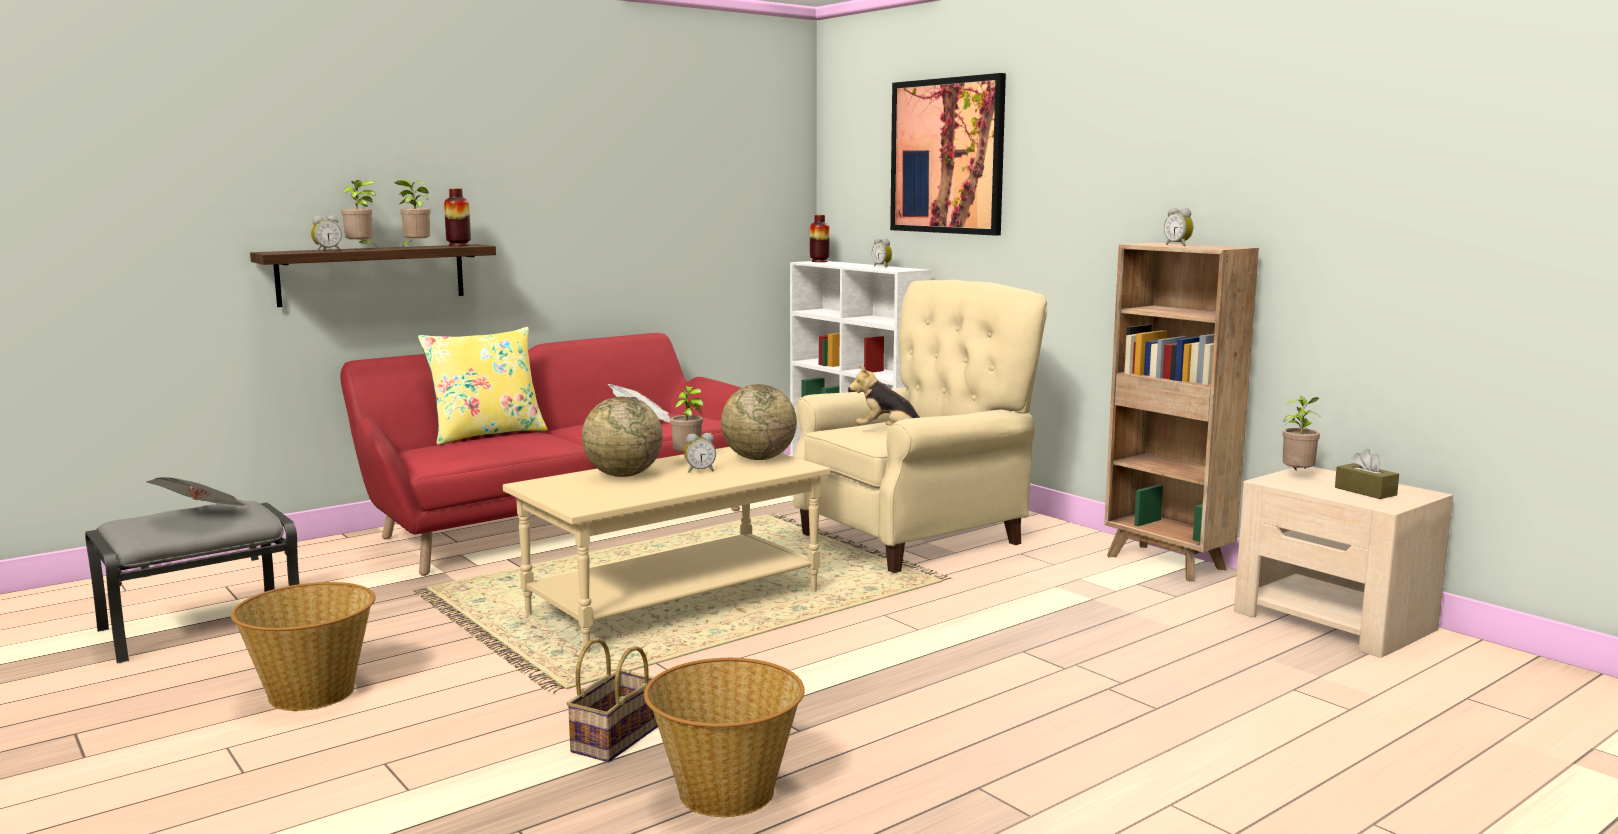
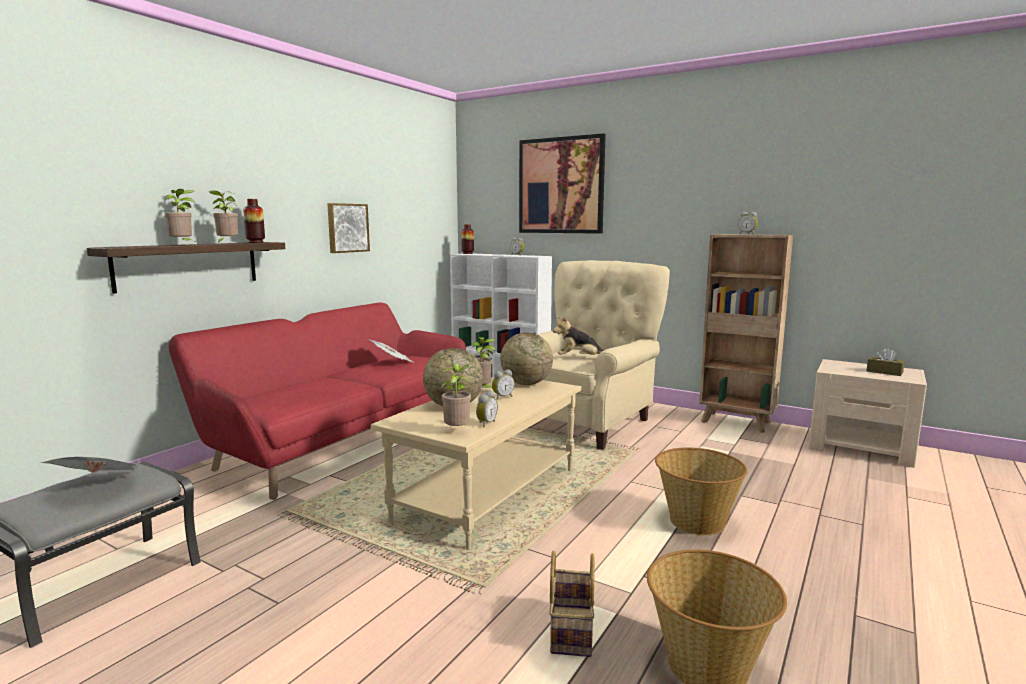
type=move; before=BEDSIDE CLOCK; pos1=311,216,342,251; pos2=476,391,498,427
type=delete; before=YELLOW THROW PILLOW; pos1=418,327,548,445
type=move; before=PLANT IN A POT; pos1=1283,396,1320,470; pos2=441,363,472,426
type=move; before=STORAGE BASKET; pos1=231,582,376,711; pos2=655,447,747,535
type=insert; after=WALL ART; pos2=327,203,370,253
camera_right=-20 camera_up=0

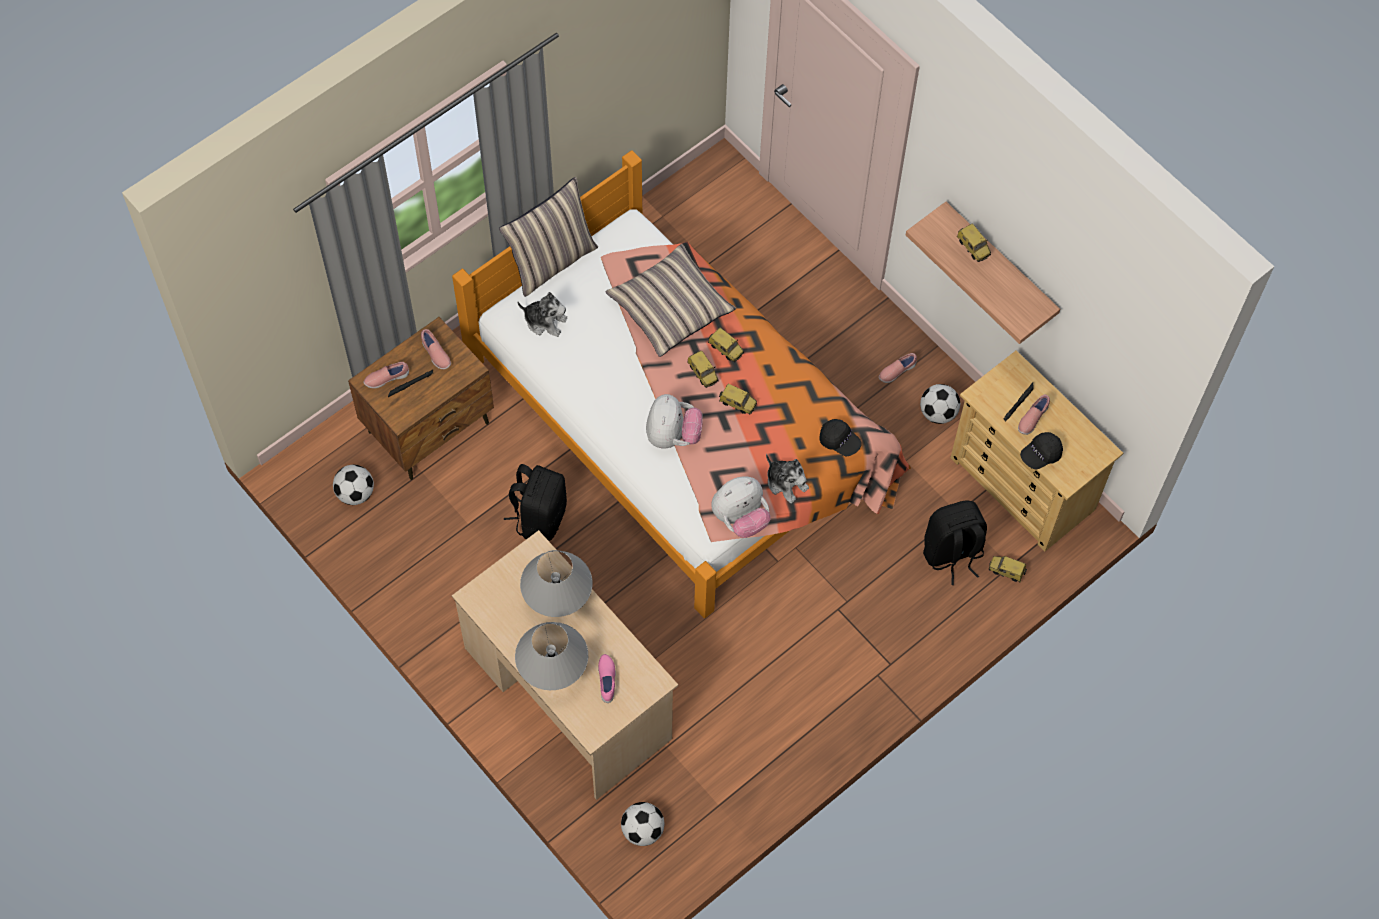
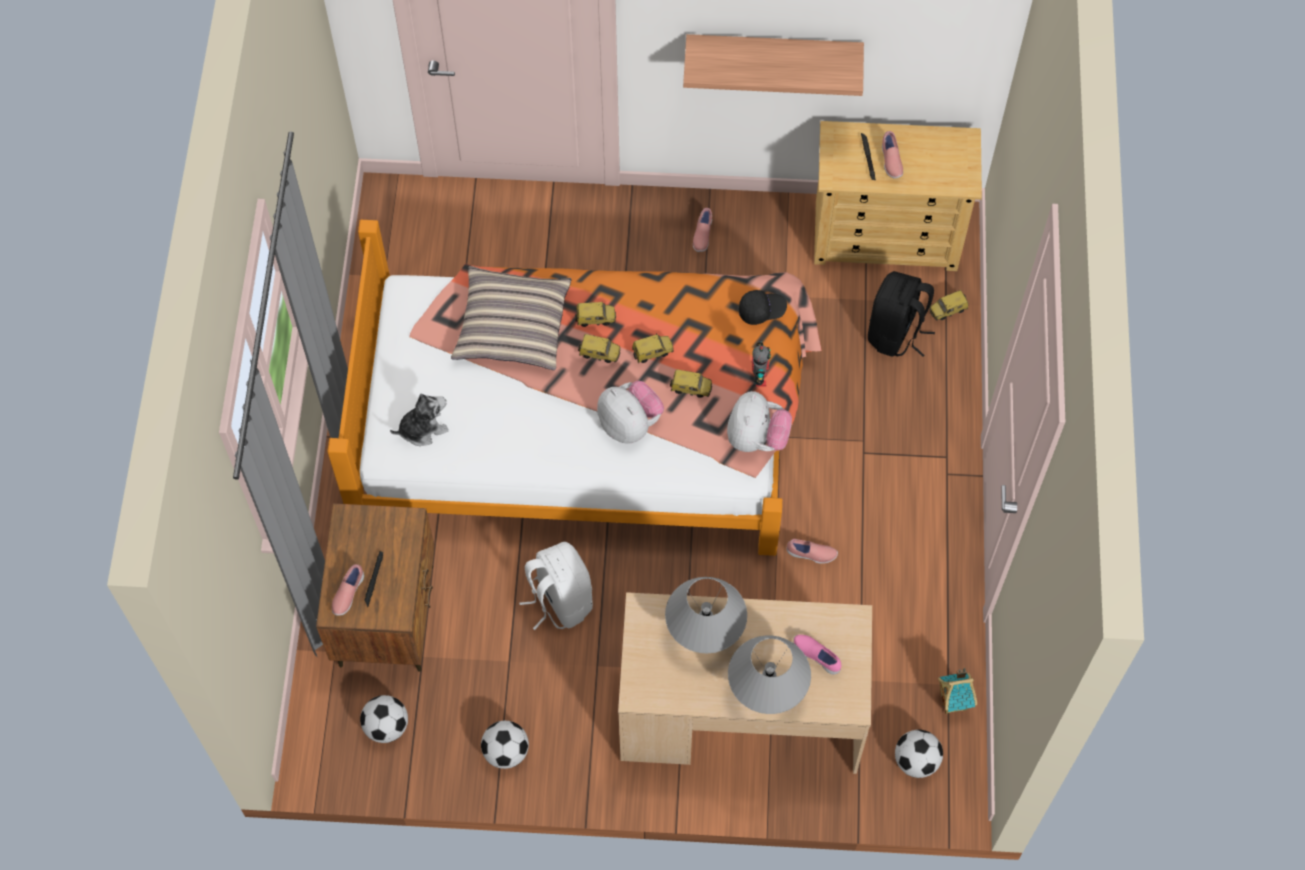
type=delete; before=THROW PILLOW; pos1=499,177,598,297
type=move; before=MODEL CAR; pos1=957,224,991,262; pos2=670,369,712,398
type=move; before=PINKISH SHOE; pos1=421,329,451,369; pos2=787,539,838,564
type=move; before=FOOTBALL; pos1=920,384,960,424; pos2=481,721,529,769
type=delete; before=BLACK BASEBALL CAP; pos1=1020,432,1063,470
type=replace; before=SOFT TOY; after=MODEL ROBOT; pos1=766,454,809,504; pos2=752,340,771,386
type=recolor; before=BLACK BACKPACK; after=WHITE-COLOURED BACKPACK; pos1=504,464,567,541; pos2=520,542,593,630
type=insert; after=MODEL HOUSE; pos2=938,668,977,714
camera_right=-45 camera_up=0

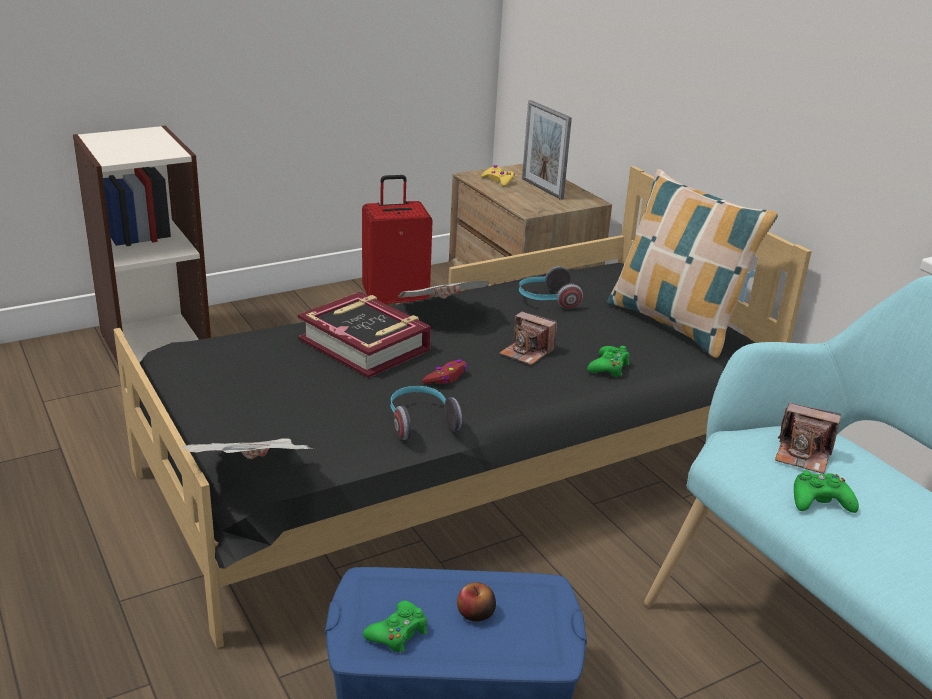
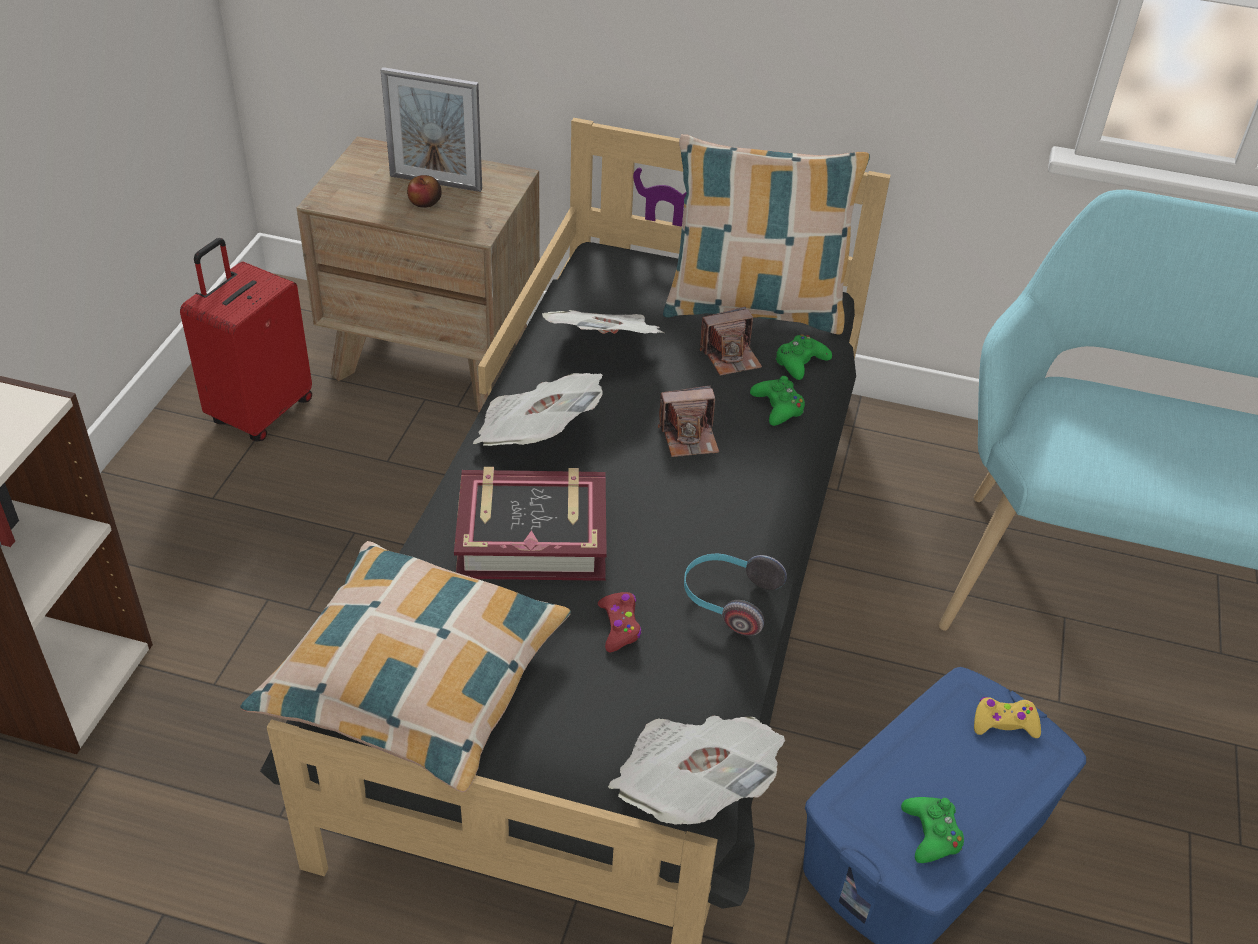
type=move; before=YELLOW GAME CONTROLLER; pos1=481,165,515,187; pos2=974,697,1041,738
type=replace; before=HEADPHONES; after=PRINTED PAPER; pos1=519,267,583,309; pos2=542,310,664,334
type=move; before=REDDISH GAME CONTROLLER; pos1=422,359,467,384; pos2=598,592,641,652
type=move; before=PHOTO CAMERA; pos1=775,403,841,474; pos2=700,307,762,376
type=move; before=GREEN GAME CONTROLLER; pos1=794,471,859,513; pos2=776,334,832,380
type=move; before=APPLE FRUIT; pos1=457,582,496,622; pos2=407,175,442,208
type=insert; after=THROW PILLOW; pos2=240,541,571,792
camera_right=-45 camera_up=15

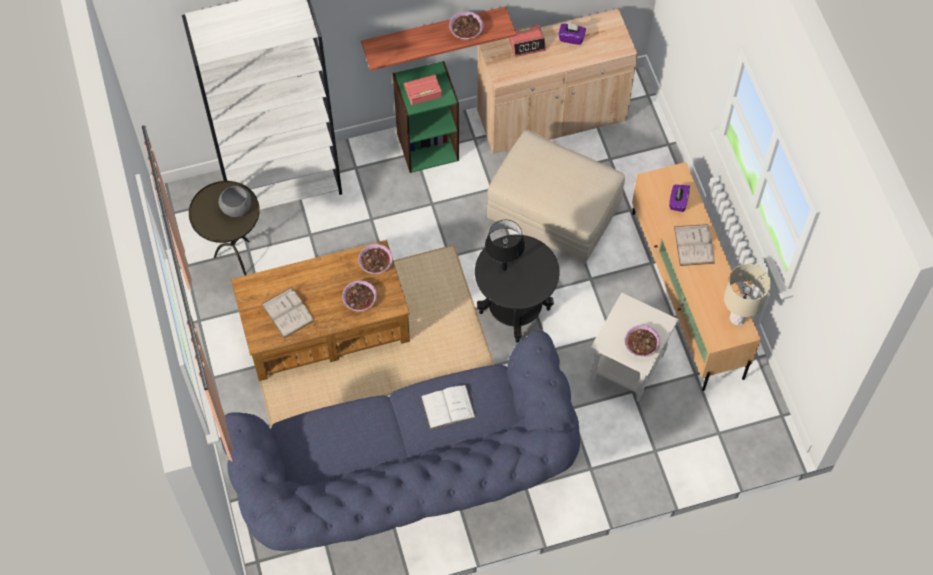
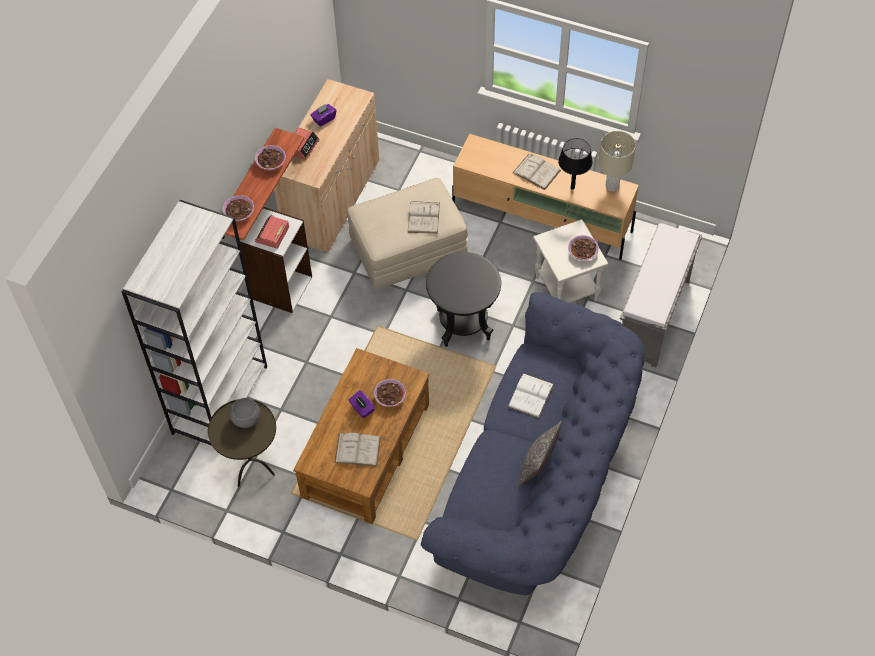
type=recolor; before=GREEN BOOKSHELF; after=WHITE-COLOURED BOOKSHELF; pos1=393,61,459,173; pos2=240,207,312,313
type=move; before=PURPLE-COLOURED TISSUE BOX; pos1=669,185,690,212; pos2=349,390,375,418
type=move; before=BLACK TABLE LAMP; pos1=485,220,525,271; pos2=558,138,593,190
type=move; before=SERVING BOWL; pos1=358,244,393,274; pos2=222,195,254,221
type=insert; after=WHITE-COLOURED BOOK; pos2=408,201,440,234
type=insert; after=GREYISH BENCH; pos2=620,223,702,367
type=insert; after=THROW PILLOW; pos2=518,421,562,487
camera_right=-50 camera_up=-5

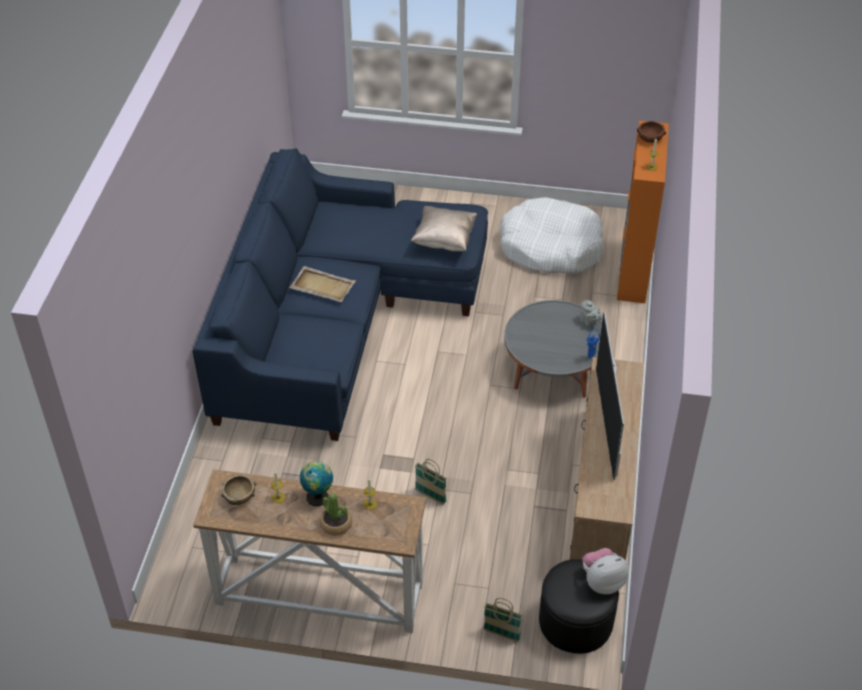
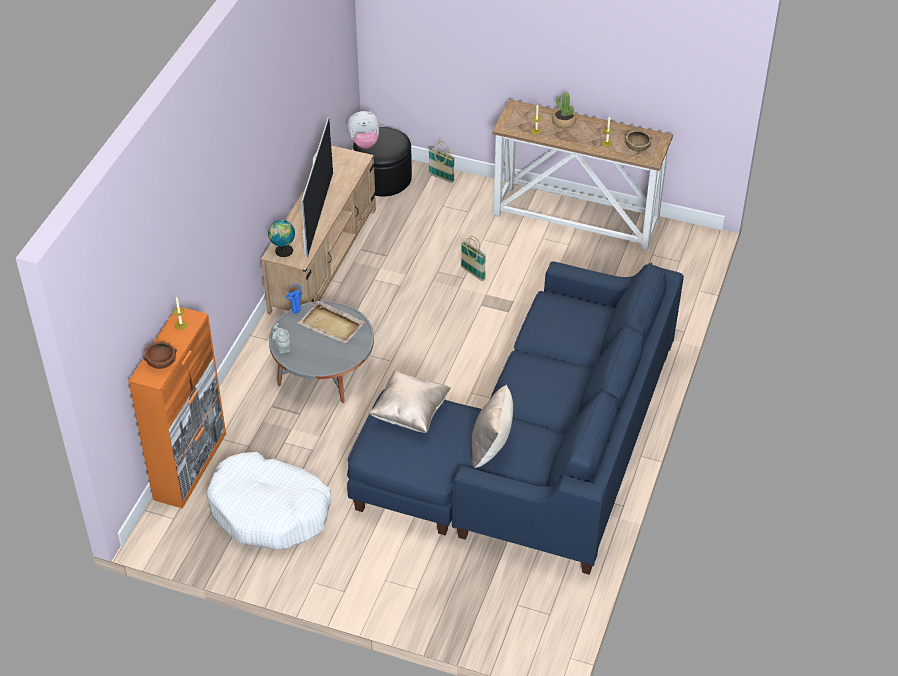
type=move; before=BEIGE-COLOURED TRAY; pos1=289,266,356,302; pos2=298,301,365,344
type=move; before=GLOBE; pos1=300,461,333,506; pos2=268,220,295,257
type=insert; after=BEIGE-COLOURED THROW PILLOW; pos2=472,384,513,468
camera_right=-170 camera_up=0

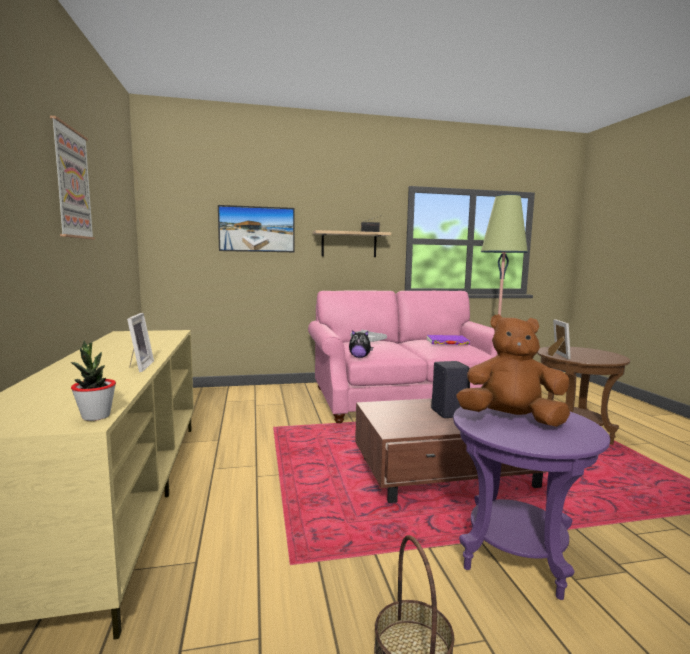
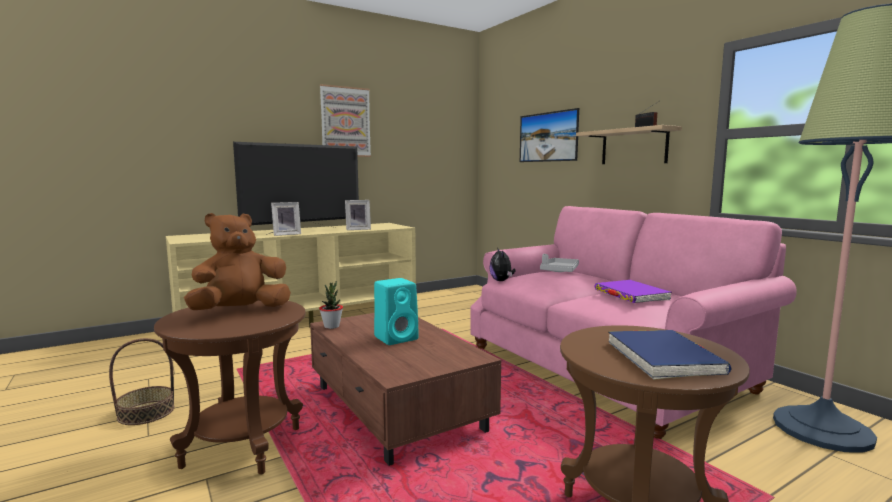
type=rotate; before=BROWN-COLOURED SOFT TOY; pos1=456,314,570,427; pos2=184,213,291,310; turn=-120
type=move; before=PICTURE FRAME; pos1=548,319,571,359; pos2=345,200,371,230
type=move; before=PLANT IN A POT; pos1=71,341,116,421; pos2=319,281,343,329
type=recolor; before=BLACK SPEAKER; after=BLUE-GREEN SPEAKER; pos1=431,361,470,418; pos2=374,278,419,345
type=recolor; before=PURPLE-COLOURED SIDE TABLE; after=BROWN-COLOURED SIDE TABLE; pos1=453,407,610,600; pos2=154,300,306,475
type=insert; after=TELEVISION; pos2=233,142,359,235
type=insert; after=BLUE BOOK; pos2=608,330,731,380
camera_right=70 camera_up=0

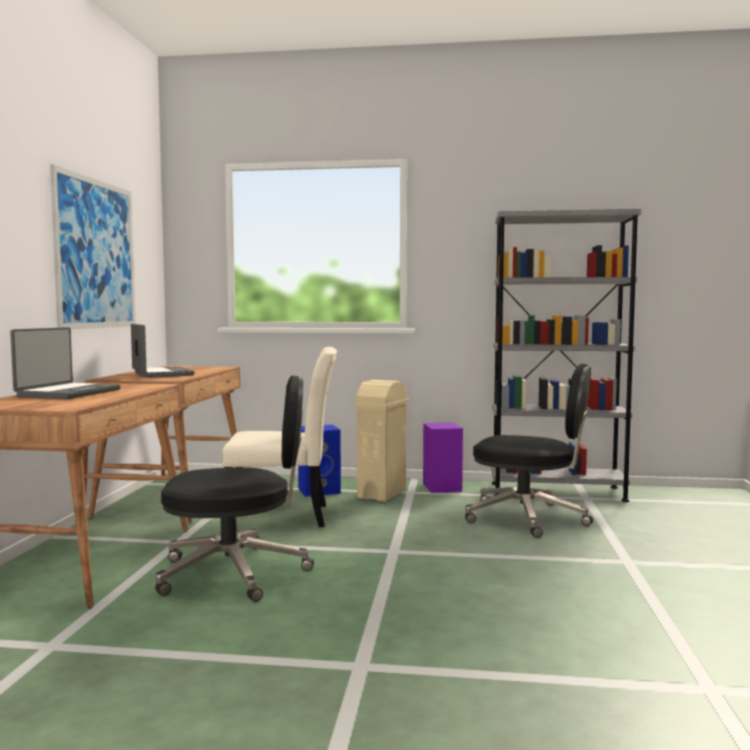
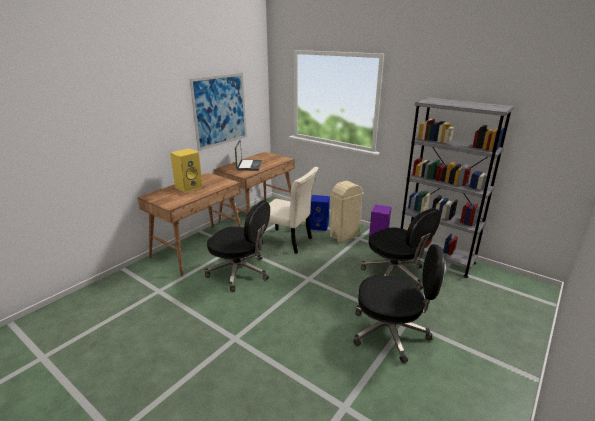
type=replace; before=NOTEBOOK COMPUTER; after=YELLOW SPEAKER; pos1=10,327,121,399; pos2=170,148,203,193
type=insert; after=BLACK DESK CHAIR; pos2=353,244,445,363
camera_right=30 camera_up=20

